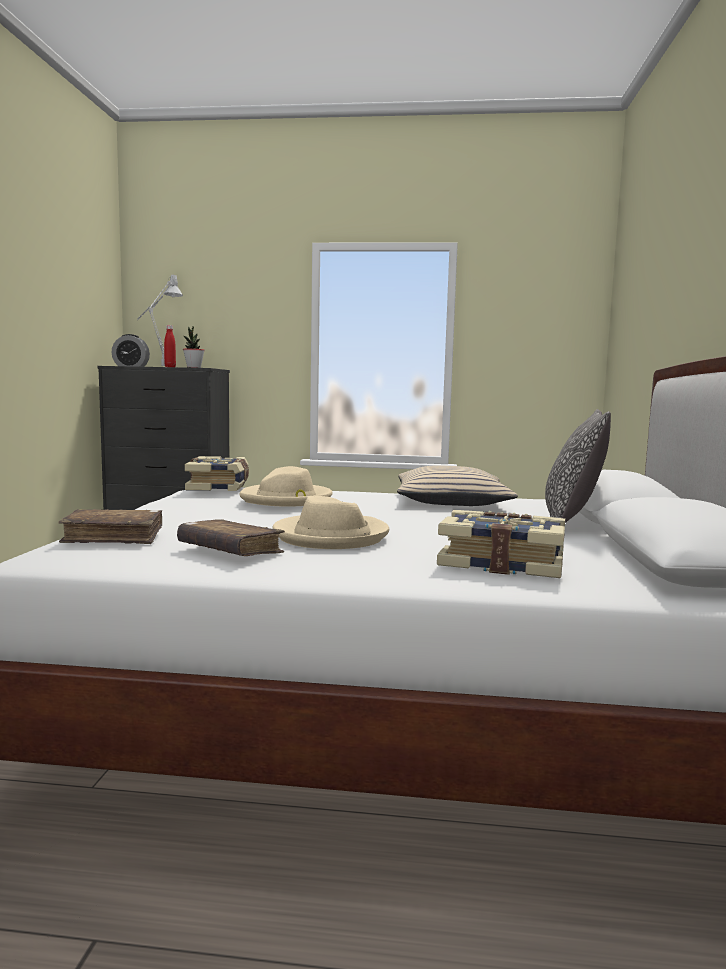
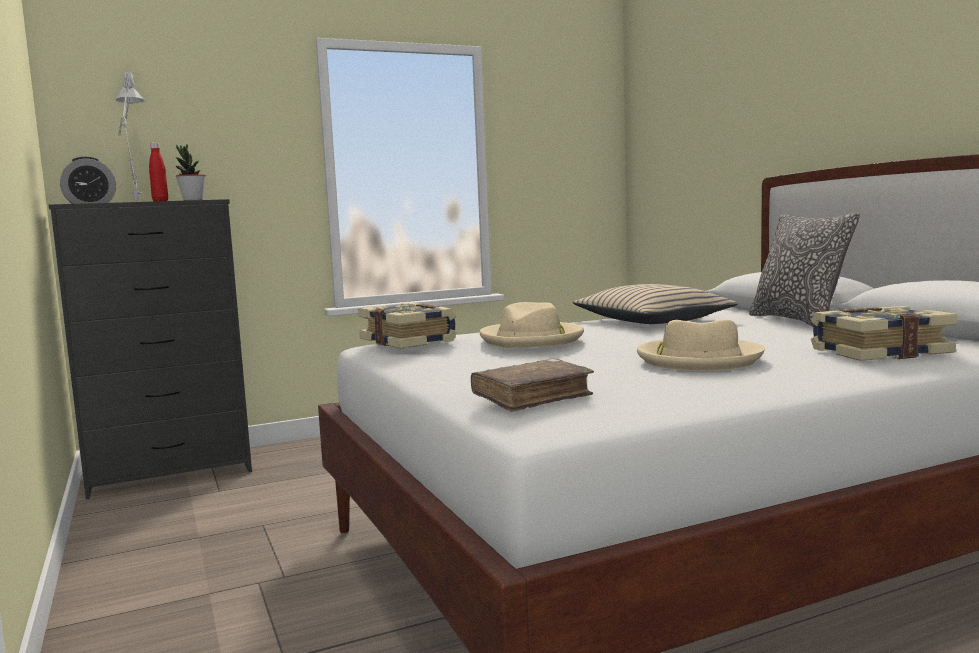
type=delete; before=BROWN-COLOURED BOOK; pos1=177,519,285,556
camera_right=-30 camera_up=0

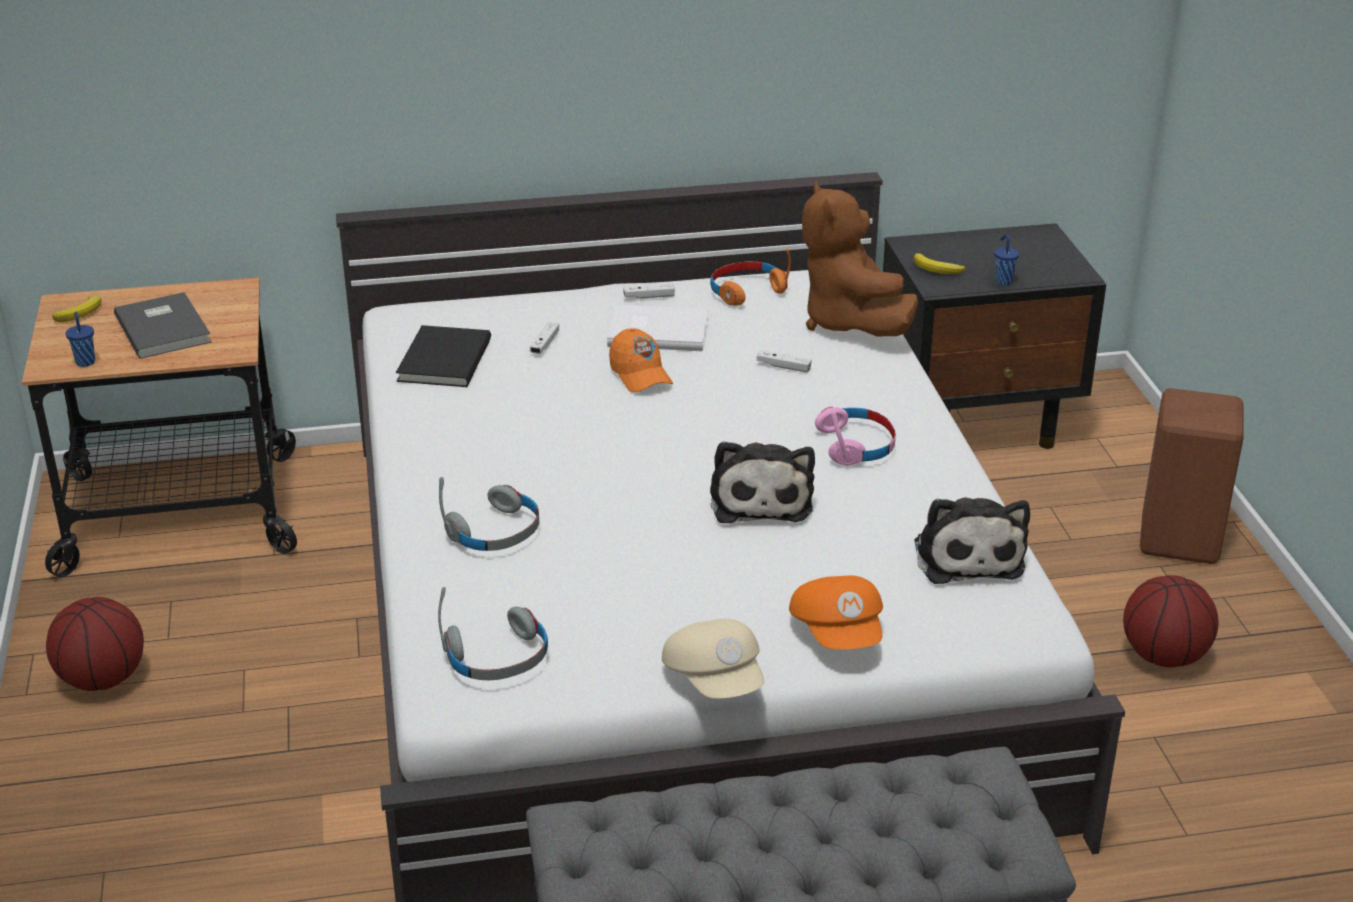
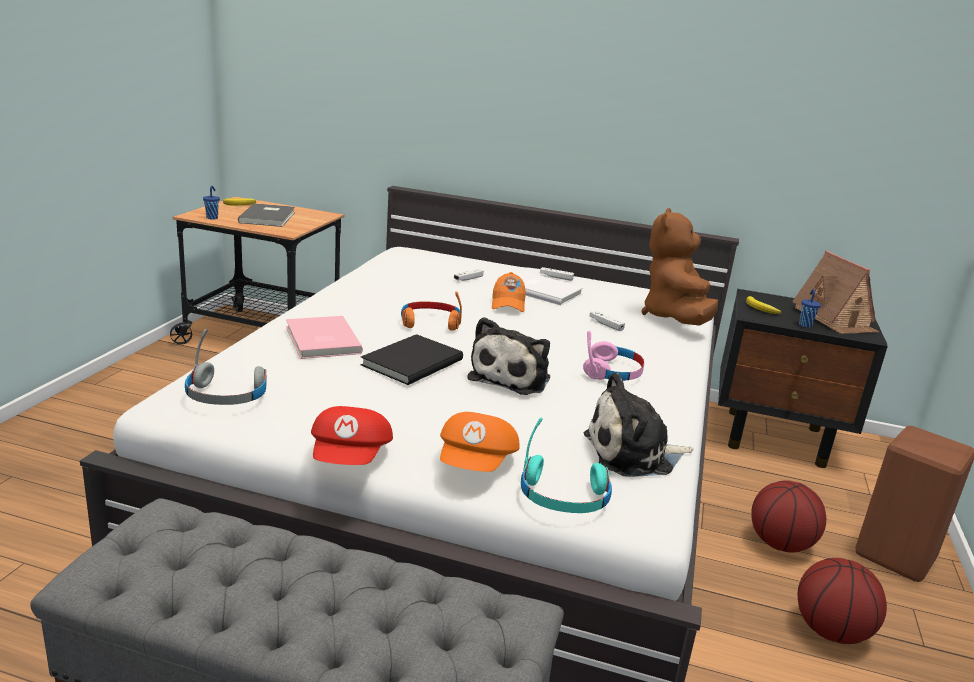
type=move; before=ORANGEY HEADPHONES; pos1=710,248,791,306; pos2=401,291,462,331
type=move; before=BLACK BOOK; pos1=396,325,491,387; pos2=360,334,463,385
type=replace; before=GREYISH HEADPHONES; after=PINKISH BOOK; pos1=439,477,539,551; pos2=286,316,363,359
type=rotate; before=SOFT TOY; pos1=914,497,1030,584; pos2=584,372,693,477; turn=60
type=move; before=BALL FOR BASKETBALL; pos1=46,597,144,691; pos2=751,480,826,553
type=recolor; before=BEIGE-COLOURED BASEBALL CAP; after=REDDISH BASEBALL CAP; pos1=662,619,764,698; pos2=311,406,393,465
type=insert; after=MODEL HOUSE; pos2=792,251,879,334
type=insert; after=BLUE-GREEN HEADPHONES; pos2=521,418,612,513
camera_right=25 camera_up=-10

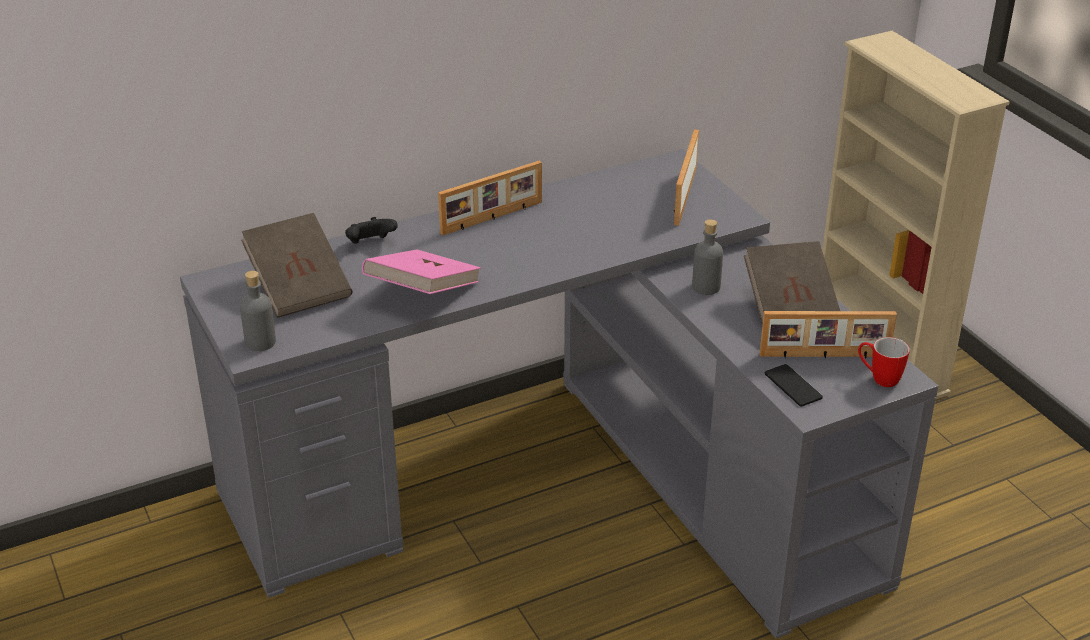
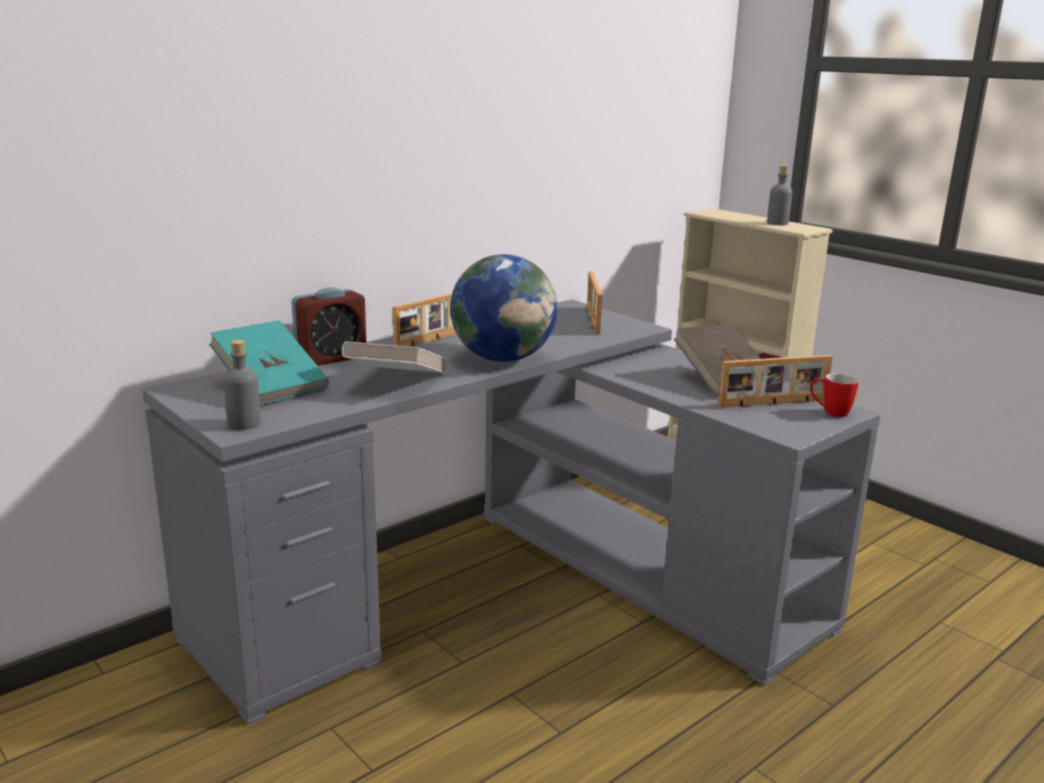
type=recolor; before=BROWN-COLOURED BOOK; after=BLUE-GREEN BOOK; pos1=241,213,352,318; pos2=209,320,329,405
type=replace; before=BLACK GAME CONTROLLER; after=BEDSIDE CLOCK; pos1=345,217,398,244; pos2=291,287,366,366
type=move; before=GREYISH DRINK BOTTLE; pos1=692,219,723,295; pos2=767,165,792,225
type=recolor; before=PINKISH BOOK; after=WHITE-COLOURED BOOK; pos1=362,249,481,294; pos2=342,341,448,373
type=delete; before=HANDSET; pos1=765,364,823,406
type=insert; after=GLOBE; pos2=450,254,557,362
camera_right=-15 camera_up=-15

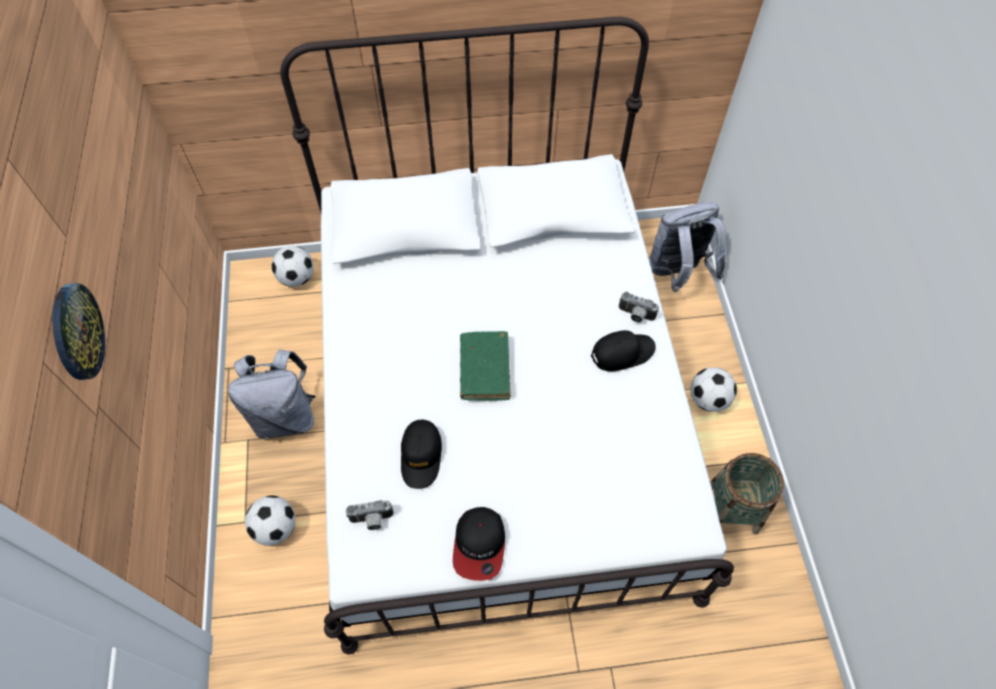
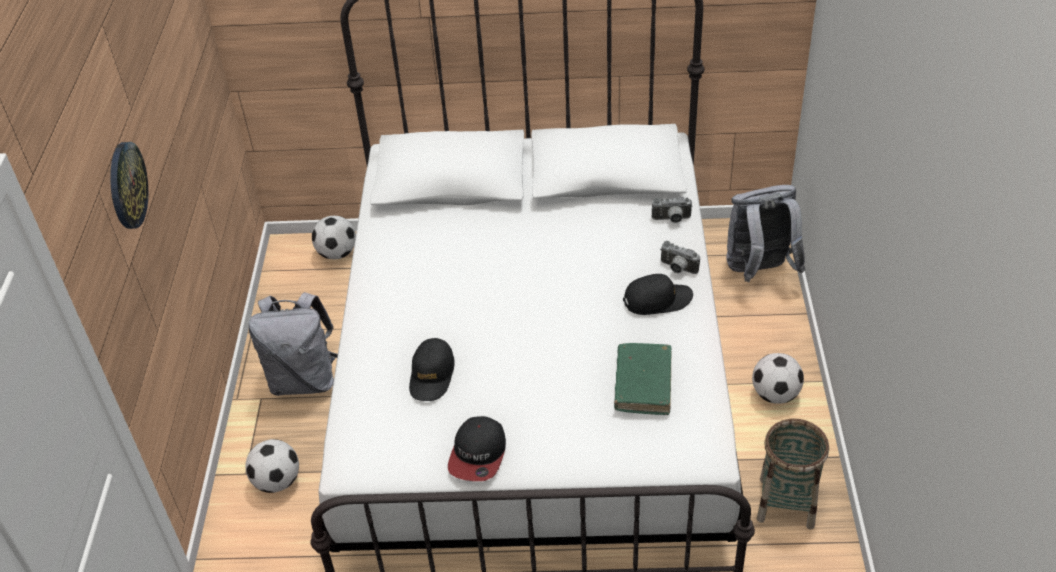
type=move; before=GREEN BOOK; pos1=460,331,511,401; pos2=614,343,672,415
type=move; before=PHOTO CAMERA; pos1=346,500,393,530; pos2=652,197,693,223
camera_right=10 camera_up=-15

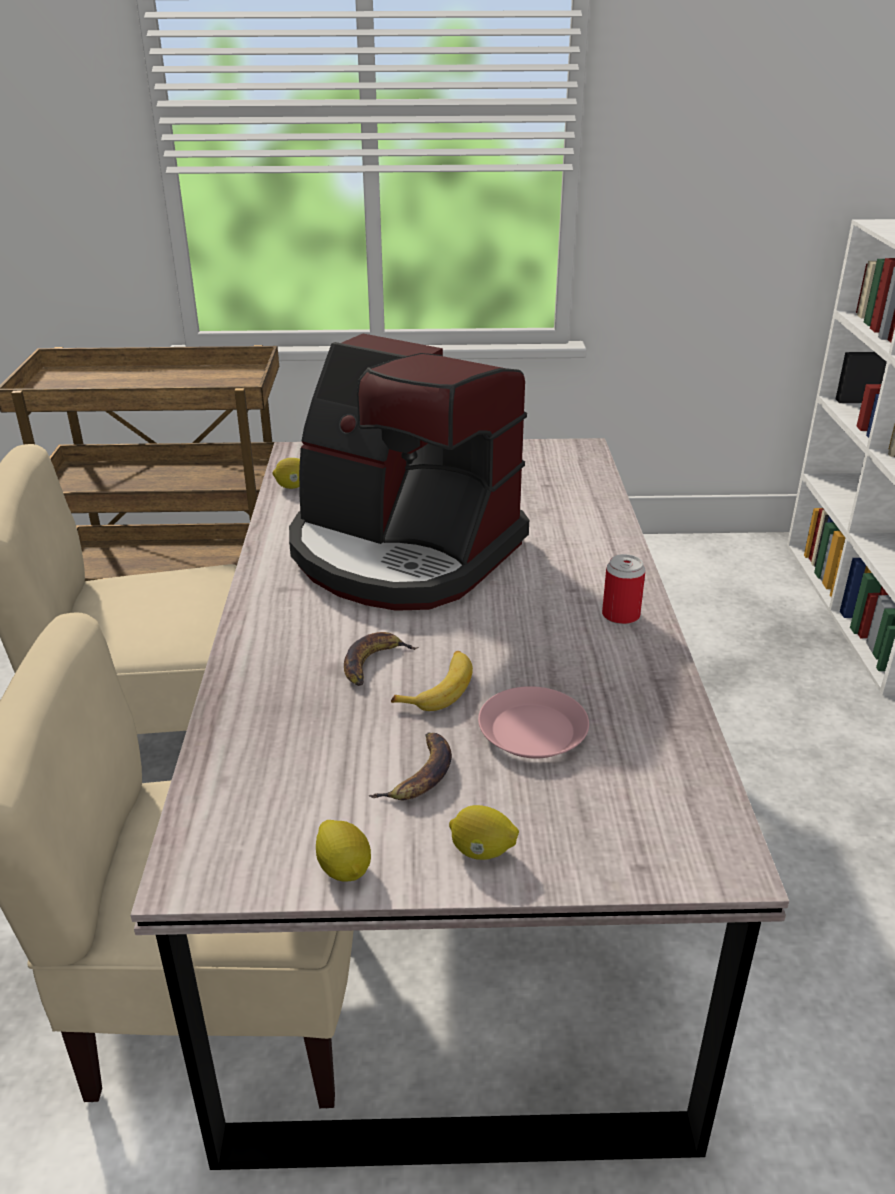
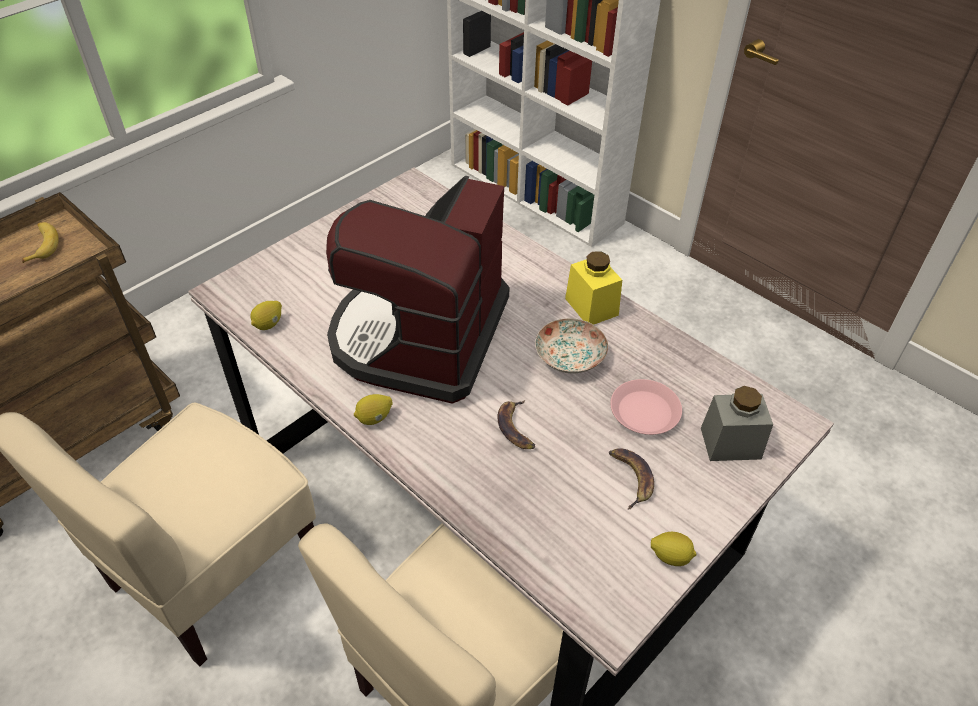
type=rotate; before=COFFEE MACHINE; pos1=289,334,529,611; pos2=326,176,510,404; turn=120
type=replace; before=SEALED CAN; after=YELLOW STORAGE JAR; pos1=602,554,646,624; pos2=565,251,622,325
type=move; before=WHOLE BANANA; pos1=391,651,473,711; pos2=22,222,59,263
type=move; before=CITRUS FRUIT; pos1=449,805,519,860; pos2=354,394,393,425
type=insert; after=FLAT DISH; pos2=535,318,608,374
type=insert; after=GREYISH STORAGE JAR; pos2=701,386,773,461
camera_right=-45 camera_up=15

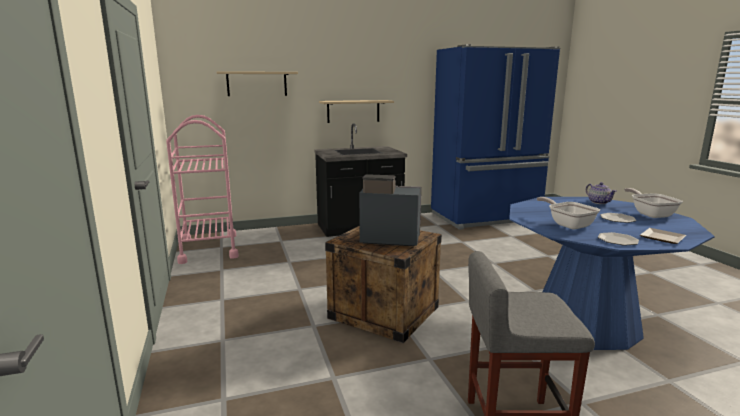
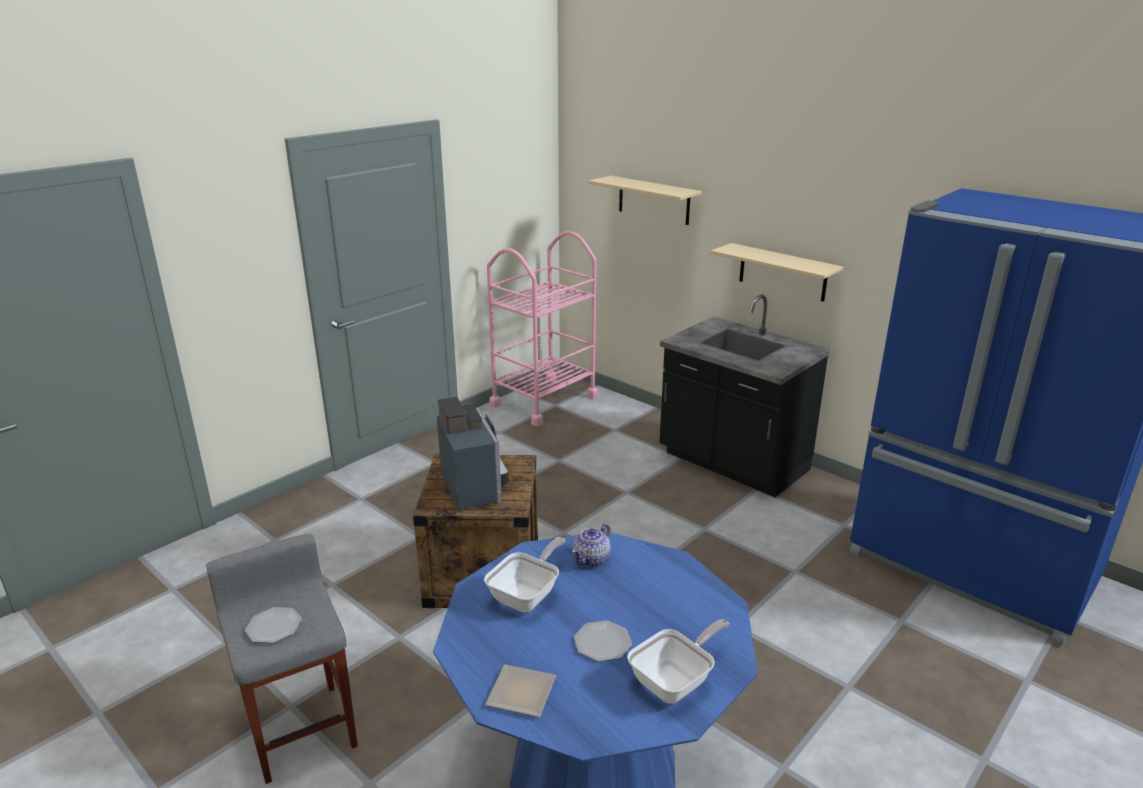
type=move; before=TEA POT; pos1=586,182,617,204; pos2=572,524,611,567
type=move; before=FLAT DISH; pos1=598,232,639,246; pos2=245,607,302,643
camera_right=60 camera_up=10

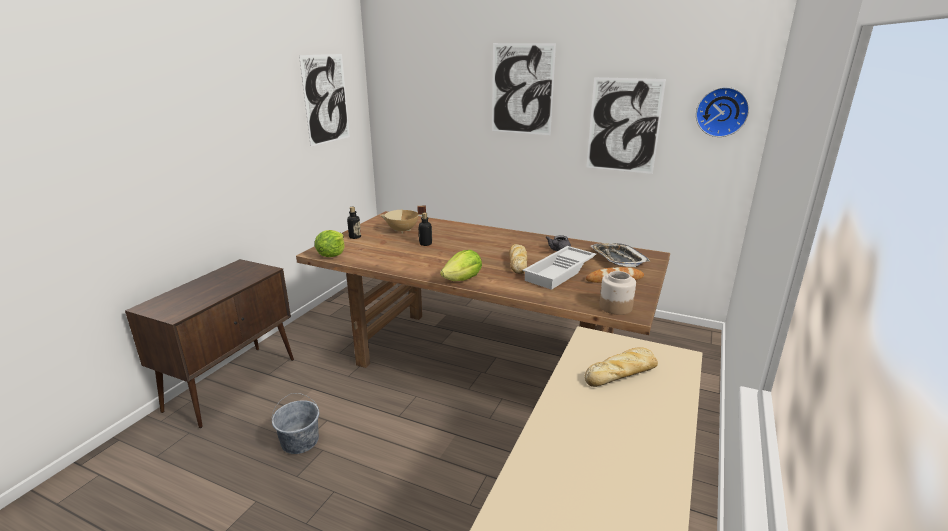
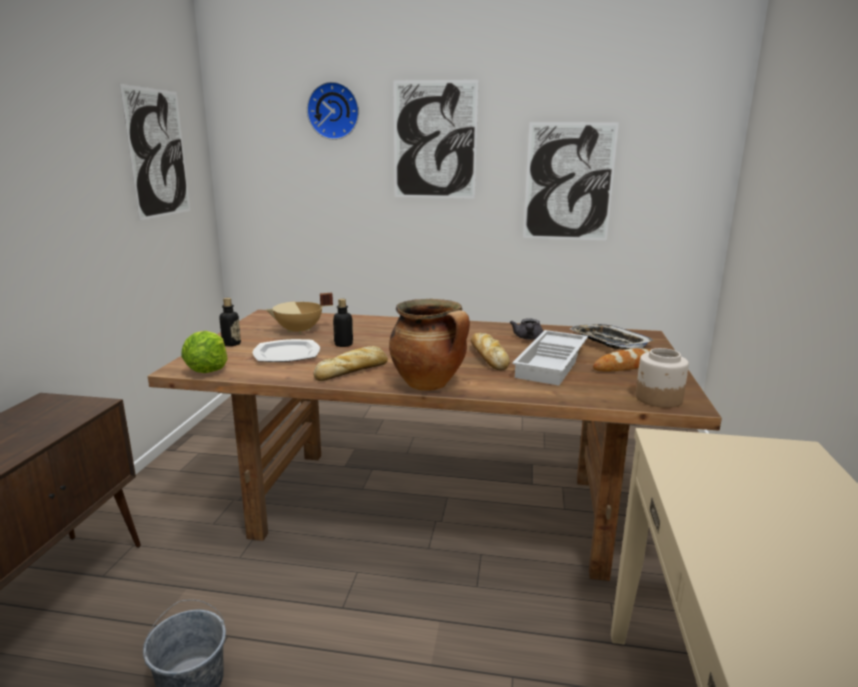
type=move; before=WALL CLOCK; pos1=696,87,749,137; pos2=307,81,359,140
type=replace; before=HEAD OF LETTUCE; after=SAUCEPOT; pos1=440,250,482,281; pos2=389,299,470,391
type=move; before=BAKED BREAD; pos1=585,347,658,387; pos2=314,346,388,381
type=insert; after=FLAT DISH; pos2=253,339,320,362
camera_right=-15 camera_up=-5

